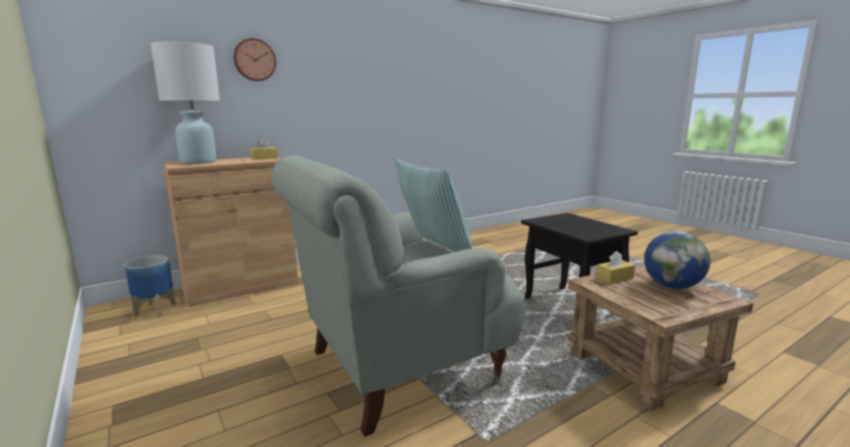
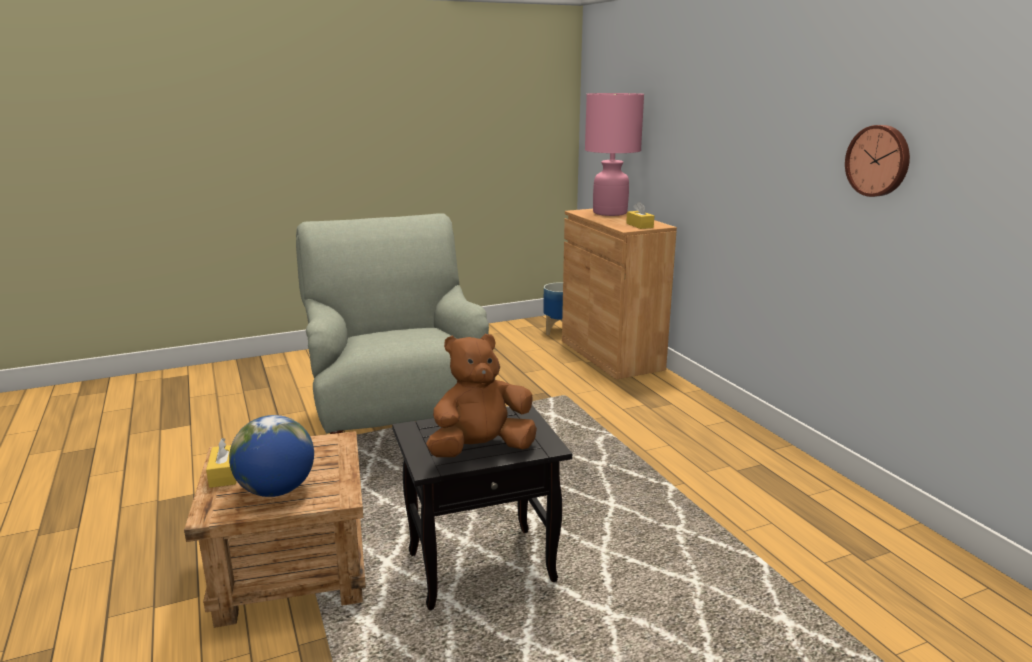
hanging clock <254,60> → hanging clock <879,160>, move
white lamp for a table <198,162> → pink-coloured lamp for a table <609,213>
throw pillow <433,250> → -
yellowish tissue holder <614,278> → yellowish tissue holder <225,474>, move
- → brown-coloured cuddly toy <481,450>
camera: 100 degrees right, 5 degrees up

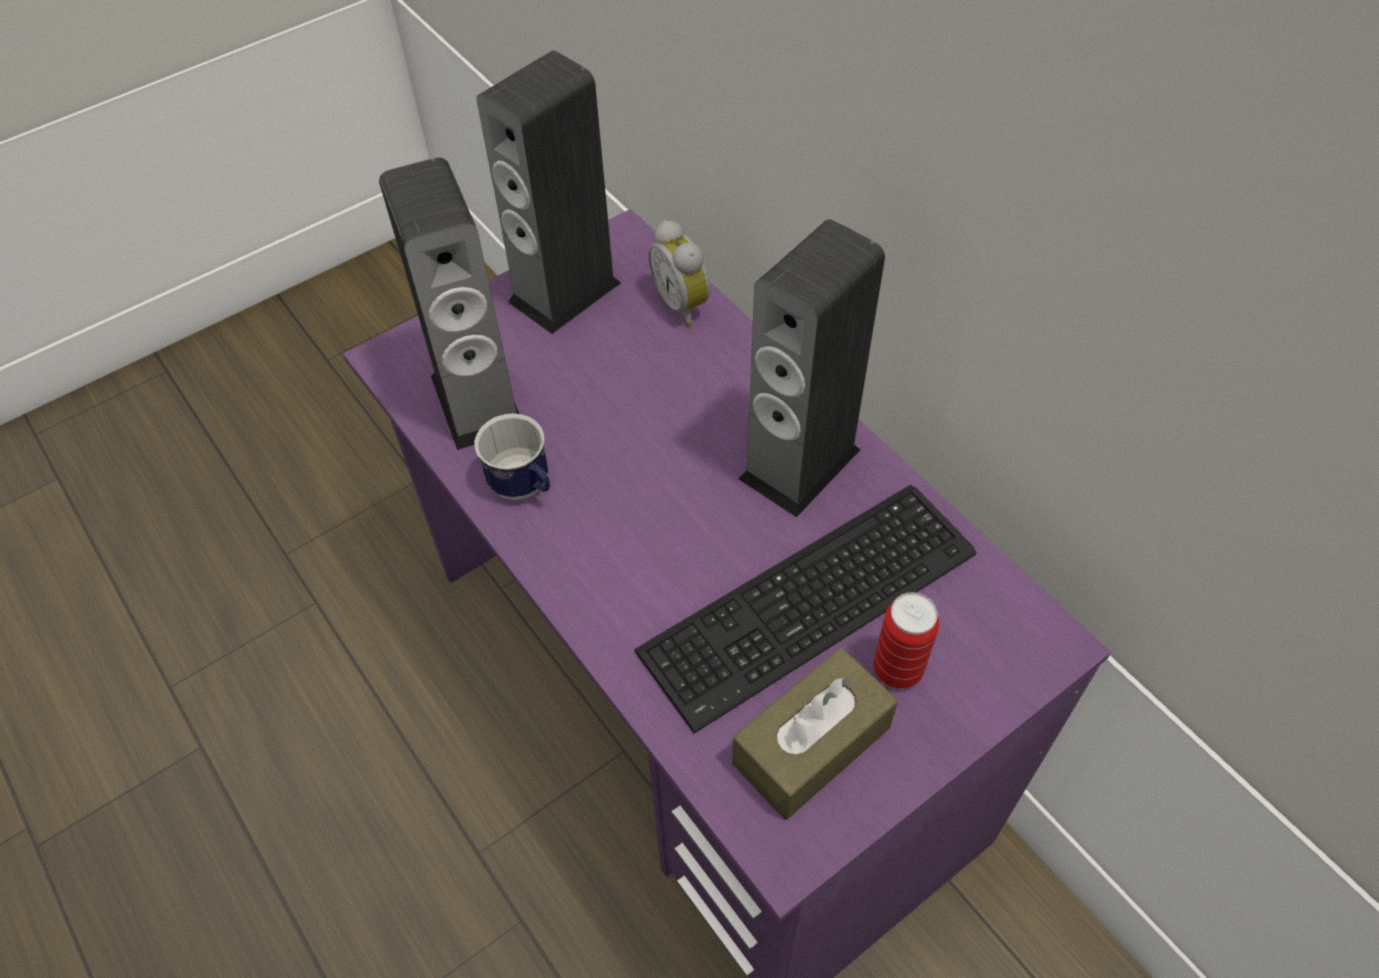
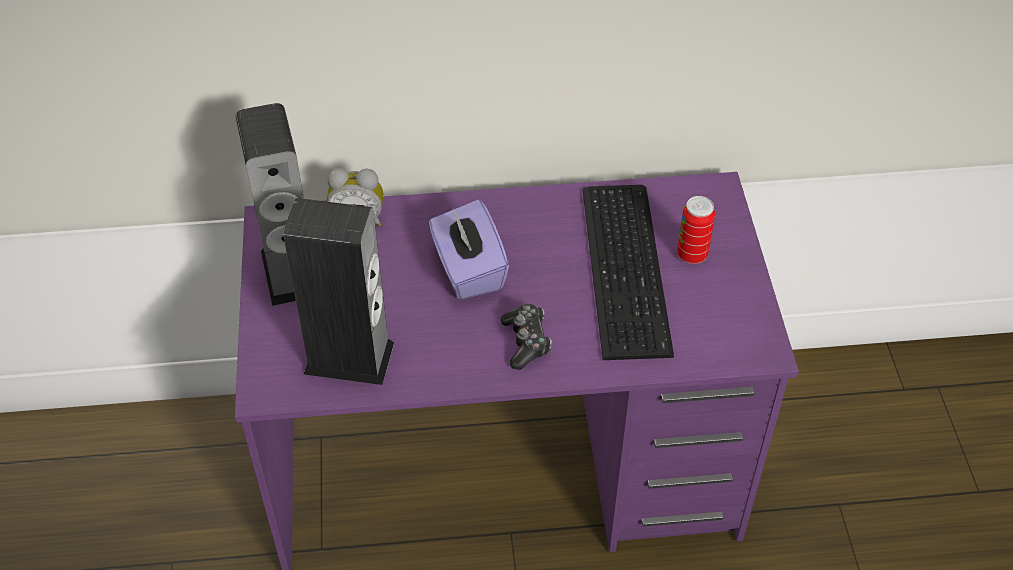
loudspeaker <799,464> → -
mug <525,488> → -
brown-coloured tissue holder <811,745> → -
- → purplish tissue holder <468,270>
- → game controller <526,342>
camera: 60 degrees left, 5 degrees down

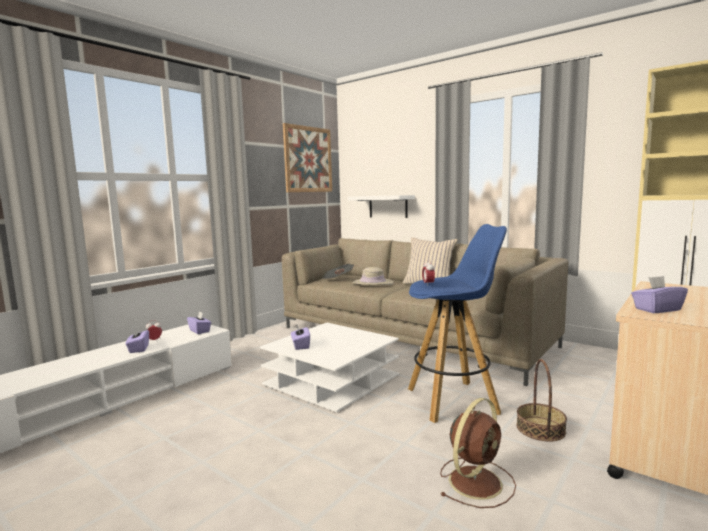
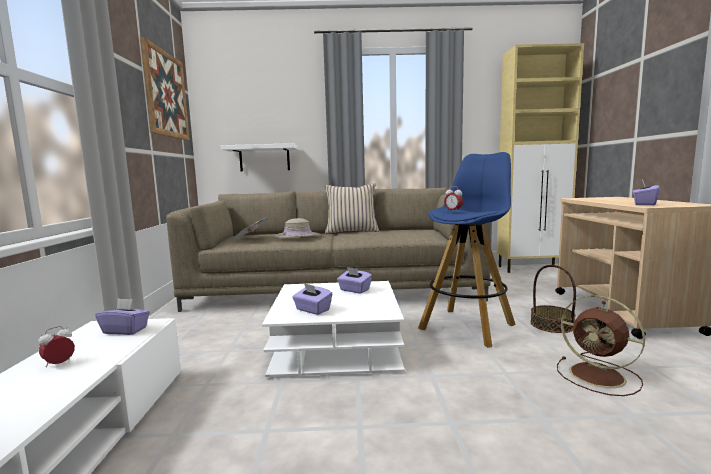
purplish tissue holder <138,349> → purplish tissue holder <354,290>, move
brown-coloured electric fan <476,481> → brown-coloured electric fan <599,376>, 135 degrees clockwise
camera: 40 degrees left, 0 degrees up

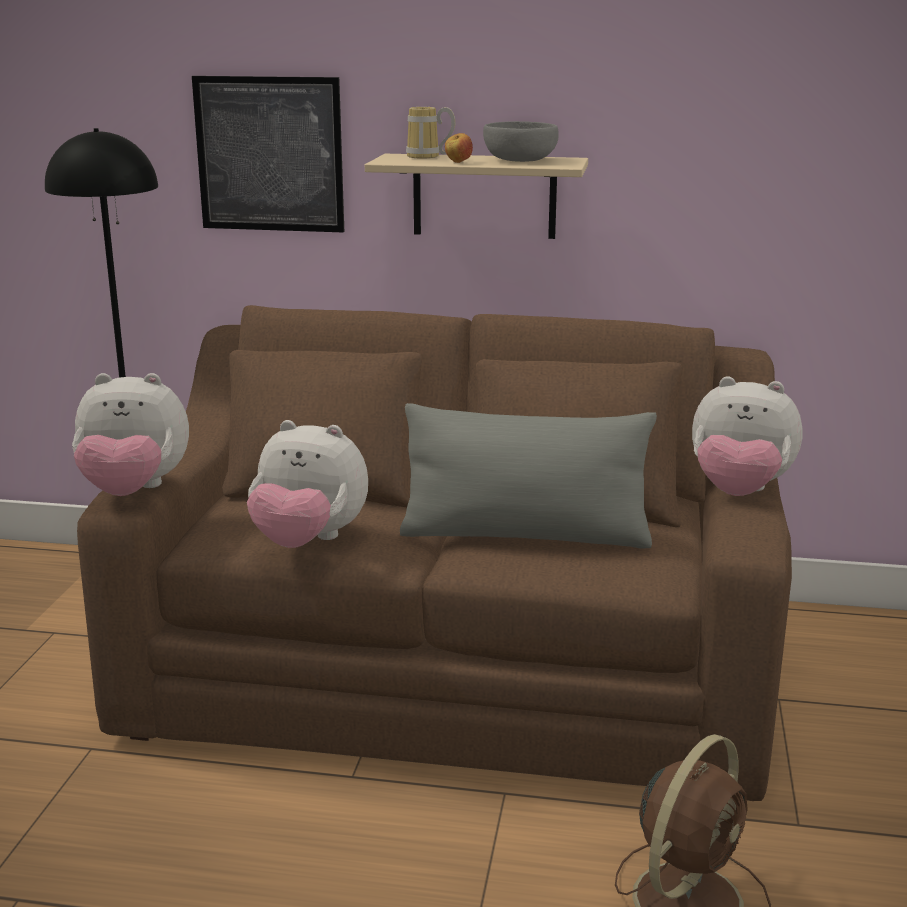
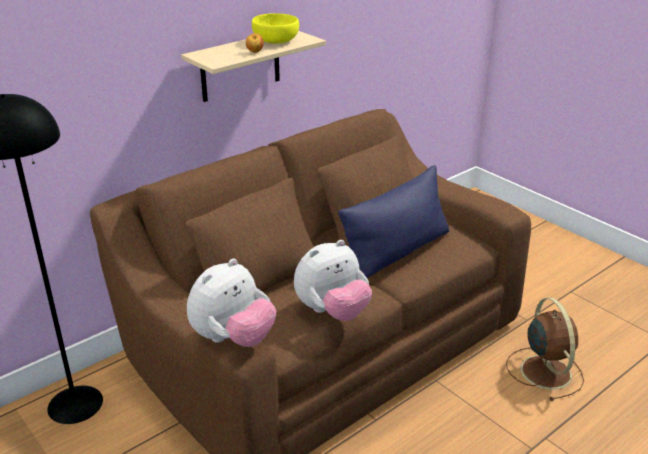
wall art <269,154> → -
mug <427,157> → -
gray serving bowl <519,160> → yellowish serving bowl <275,41>
cuddly toy <739,492> → -
gray throw pillow <525,535> → blue-coloured throw pillow <397,253>
camera: 50 degrees left, 10 degrees up

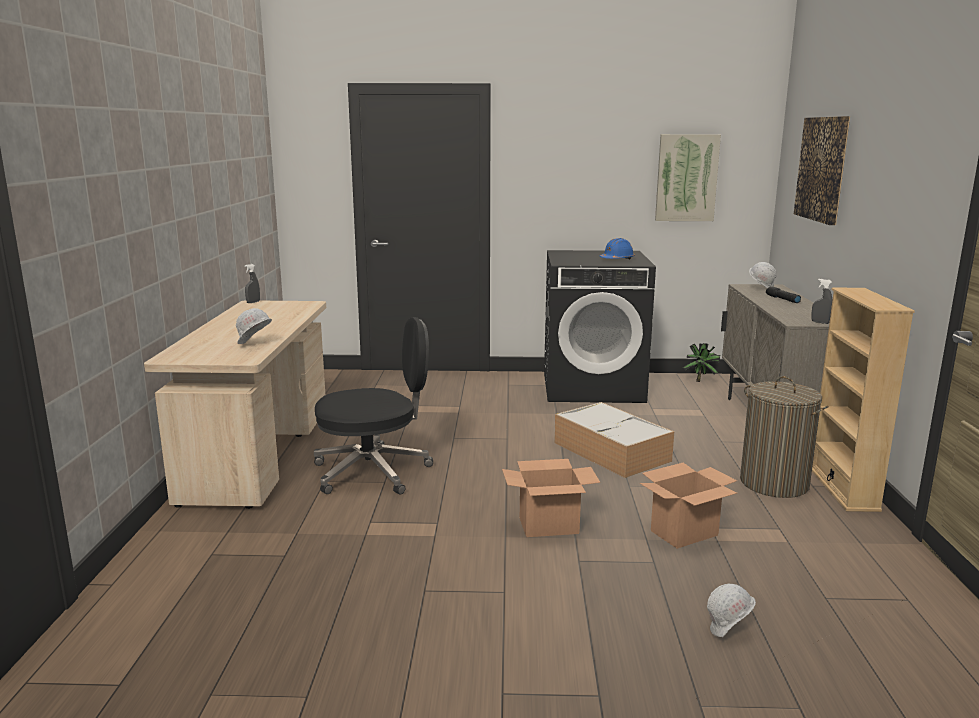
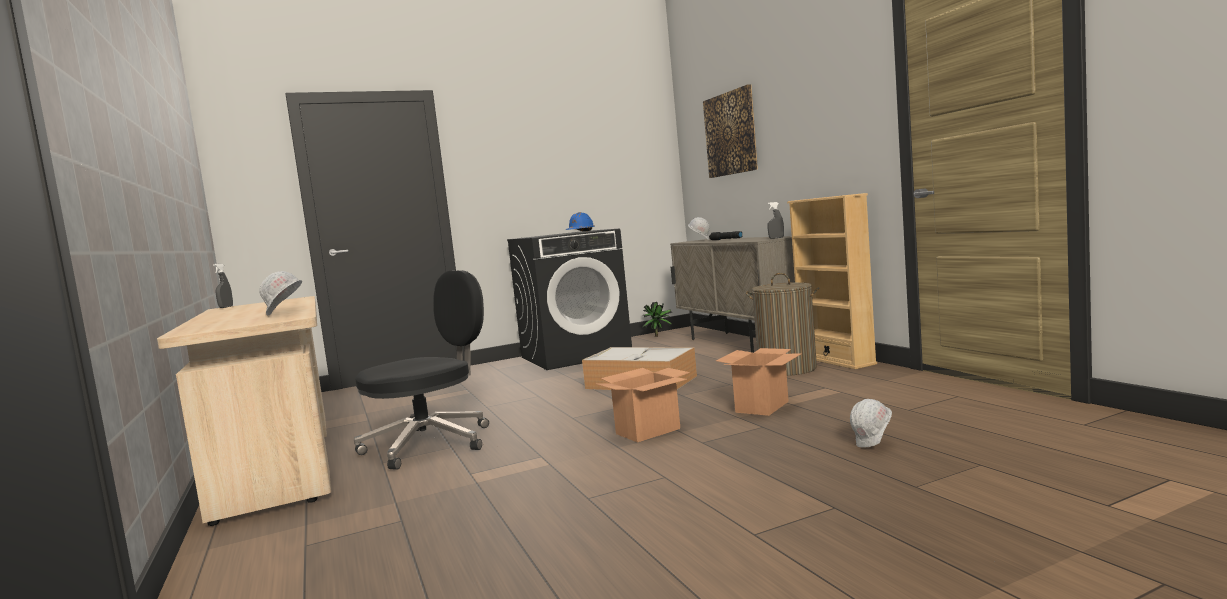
wall art <686,178> → -
camera: 25 degrees left, 10 degrees down

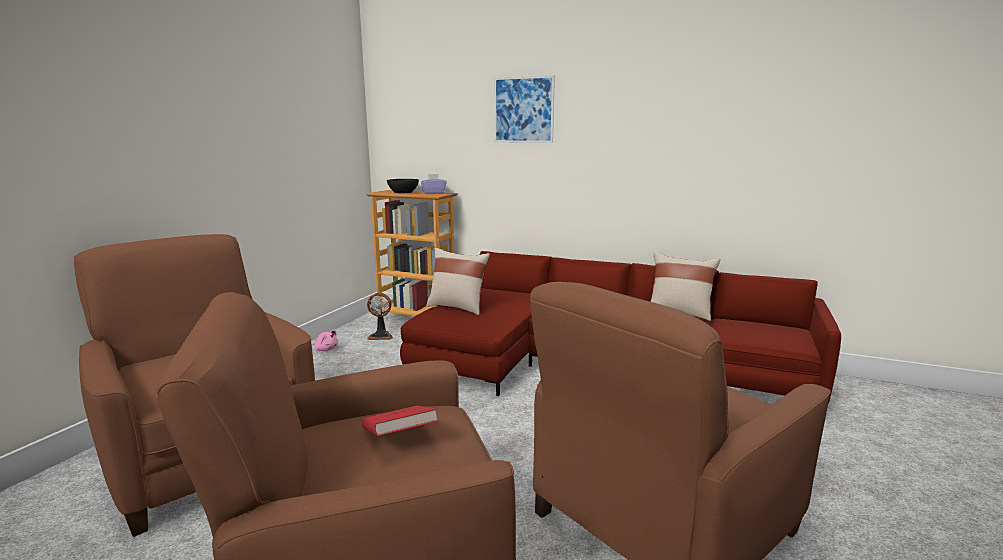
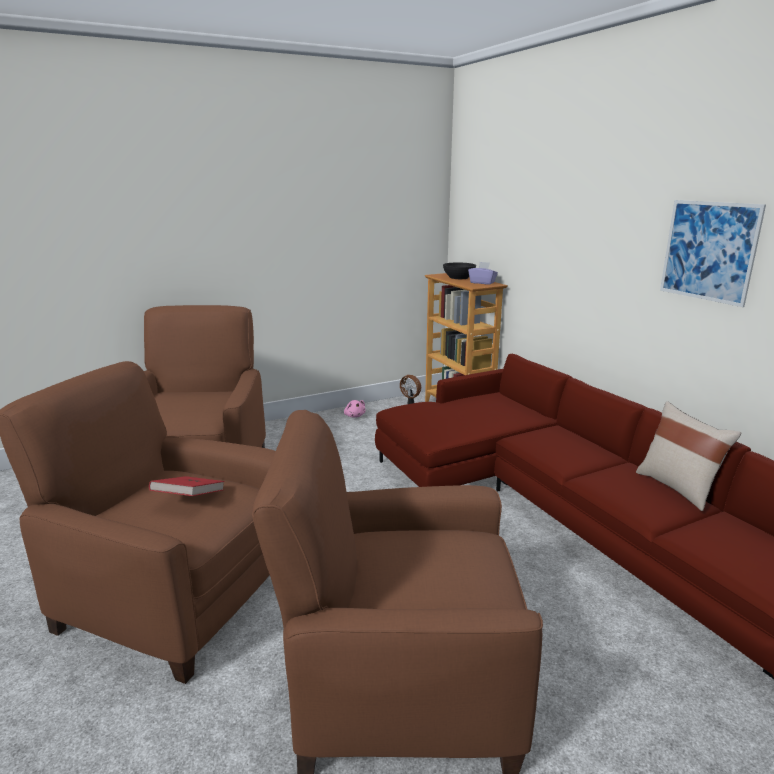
wall art <523,110> → wall art <708,251>, move
beige throw pillow <458,307> → -
camera: 40 degrees right, 5 degrees up

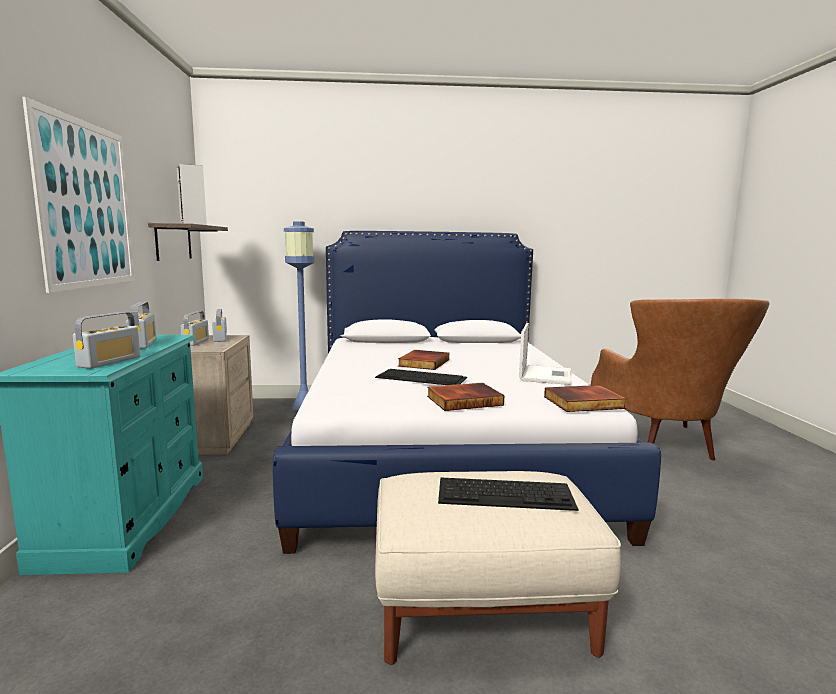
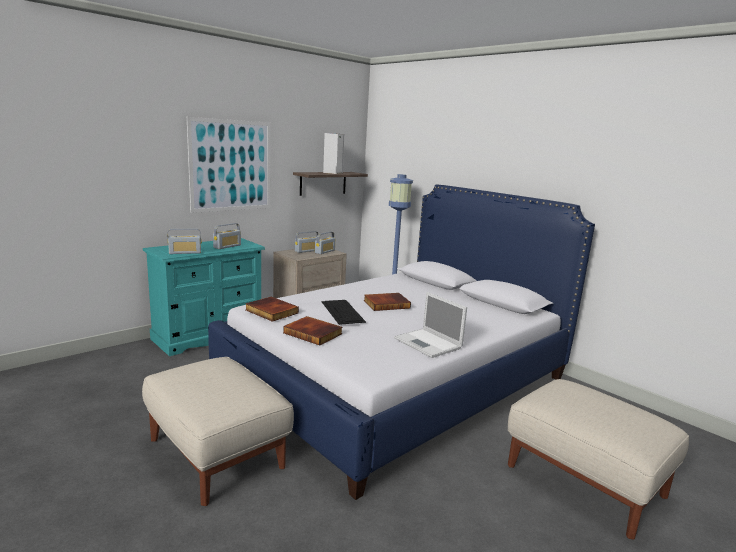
brown-coloured lounge chair <664,448> → beige ottoman <584,480>
laptop <545,375> → laptop <428,343>, 75 degrees clockwise
book <584,403> → book <270,311>, move
computer keyboard <506,493> → -
camera: 50 degrees right, 5 degrees up

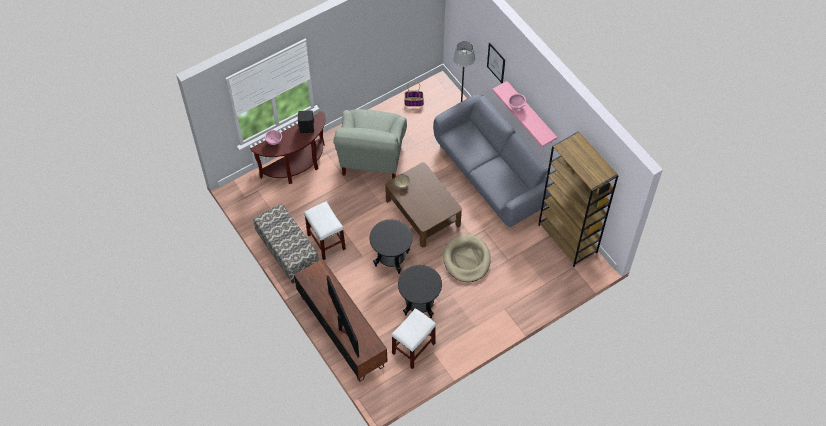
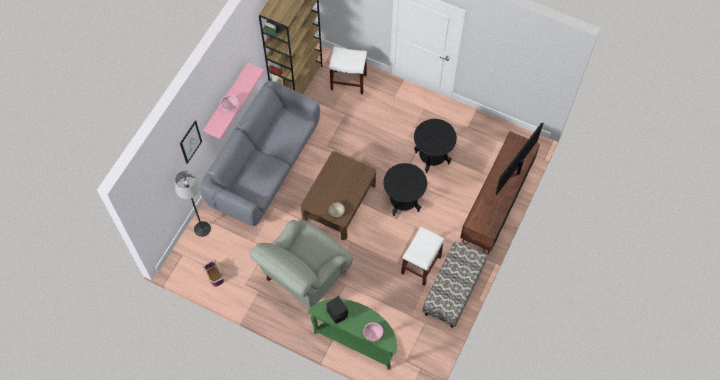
gray lounge chair <372,158> → gray lounge chair <305,277>, 150 degrees clockwise
brown-coloured hall table <297,167> → green hall table <356,340>
beige dog bed <466,259> → -
white sitting stool <413,349> → white sitting stool <349,82>, move
camera: 120 degrees left, 5 degrees up

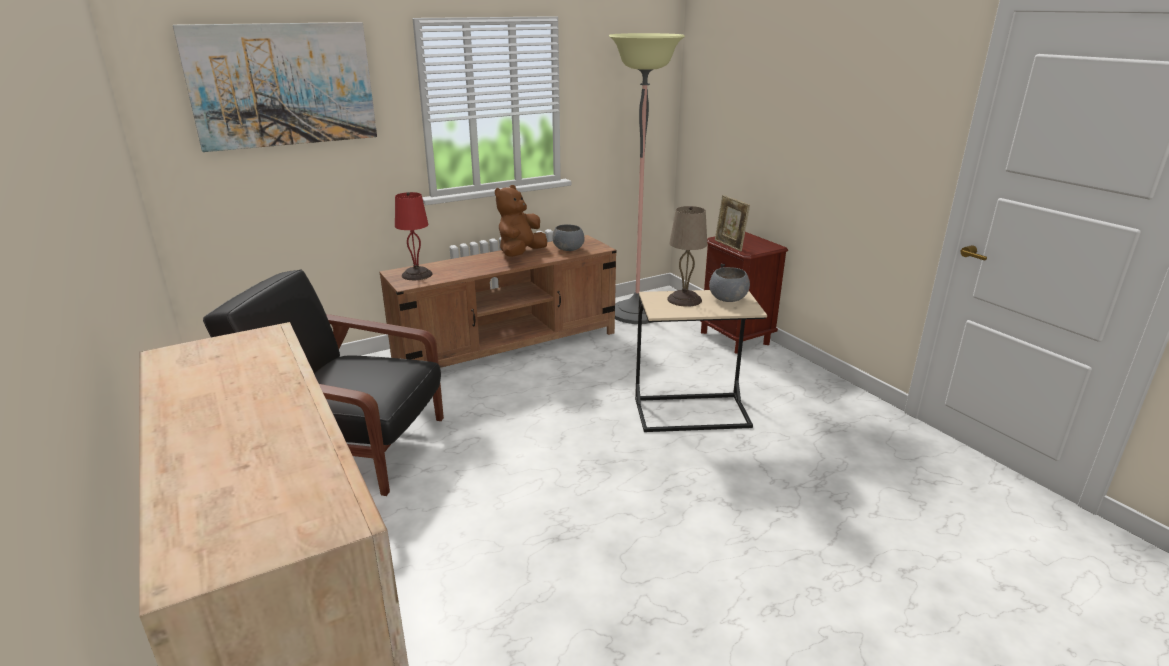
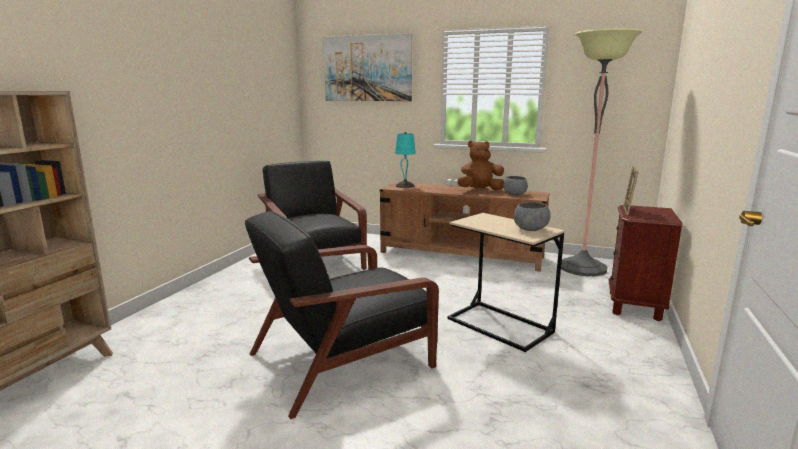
reddish lamp for a table <416,275> → turquoise lamp for a table <404,186>
beige lamp for a table <684,299> → -
- → black-coloured lounge chair <344,359>
camera: 50 degrees right, 10 degrees down

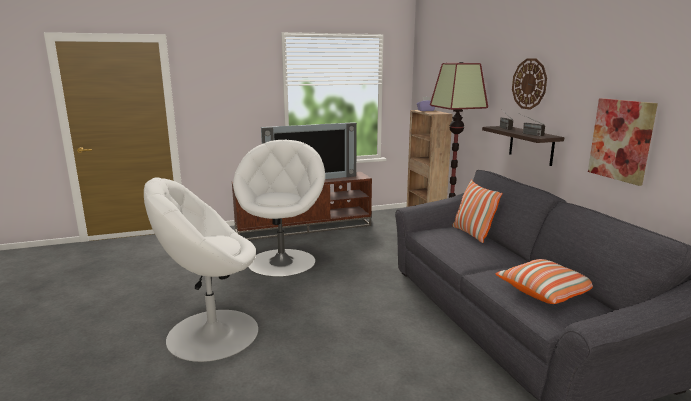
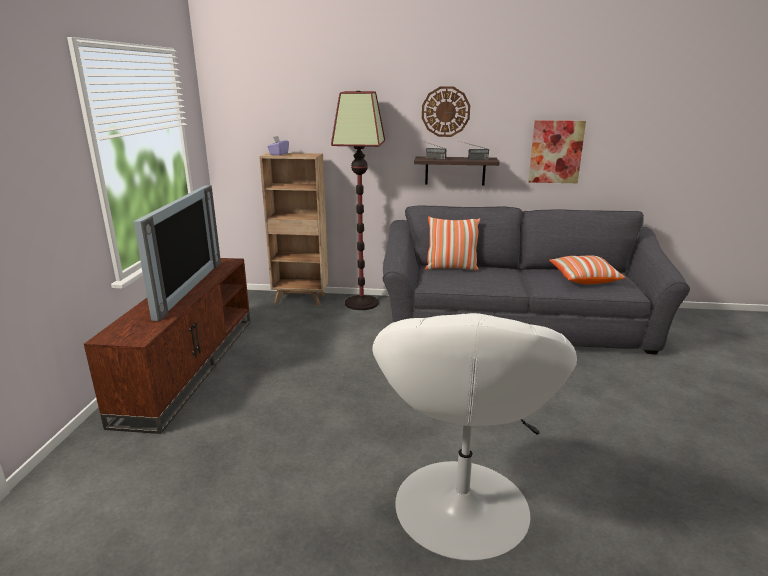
white lounge chair <282,261> → -
camera: 65 degrees left, 5 degrees up

